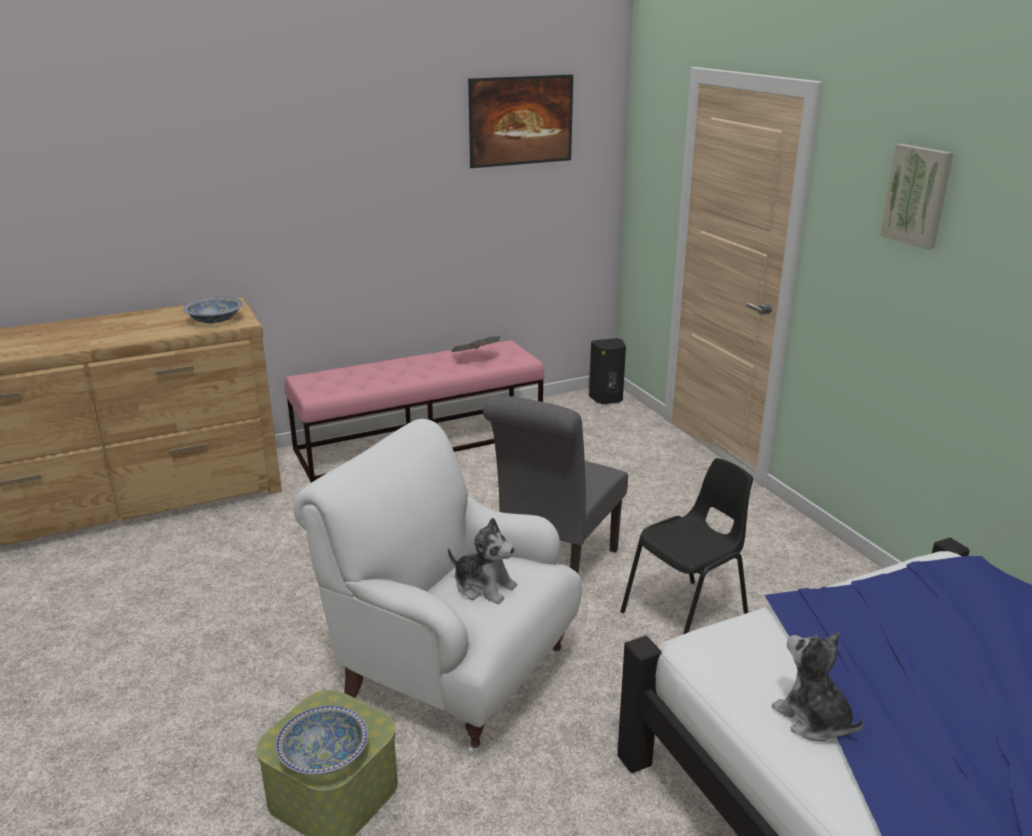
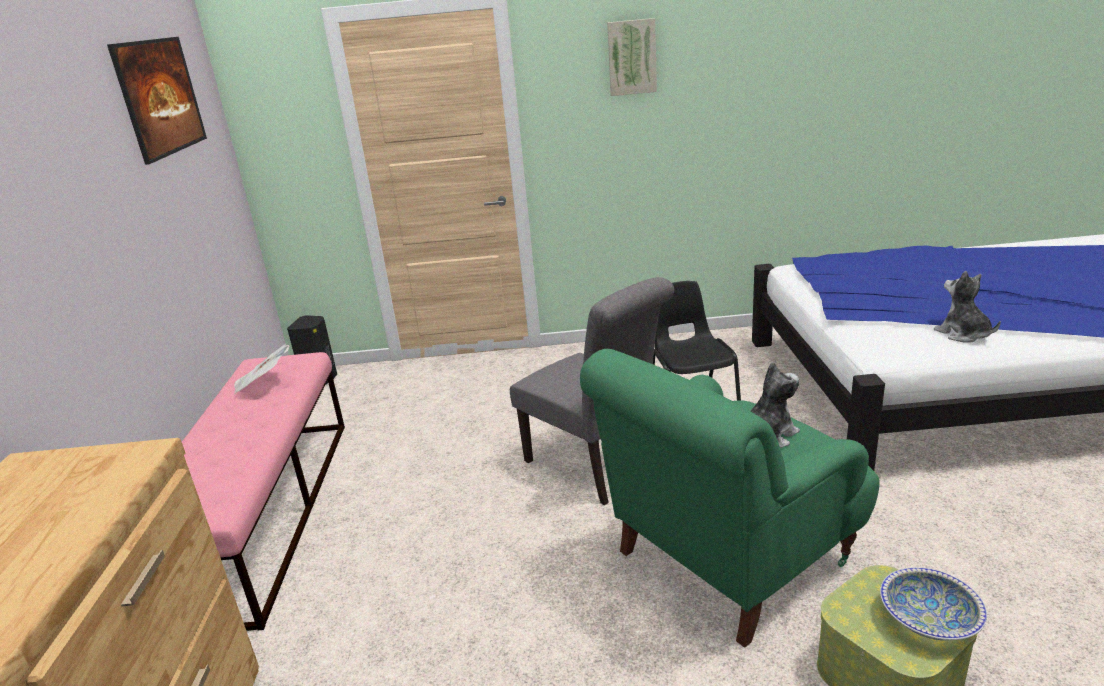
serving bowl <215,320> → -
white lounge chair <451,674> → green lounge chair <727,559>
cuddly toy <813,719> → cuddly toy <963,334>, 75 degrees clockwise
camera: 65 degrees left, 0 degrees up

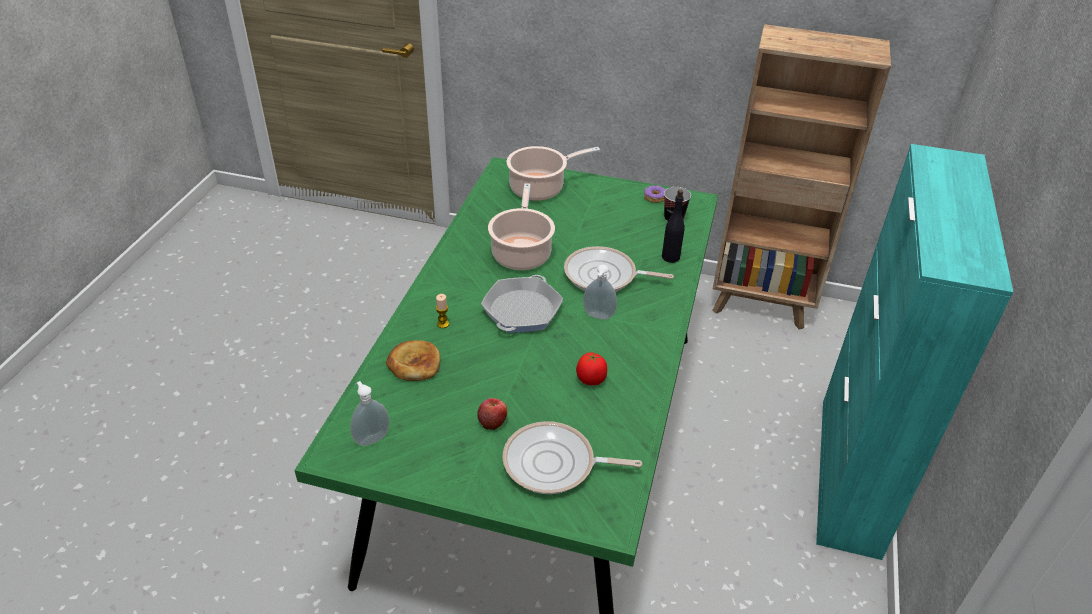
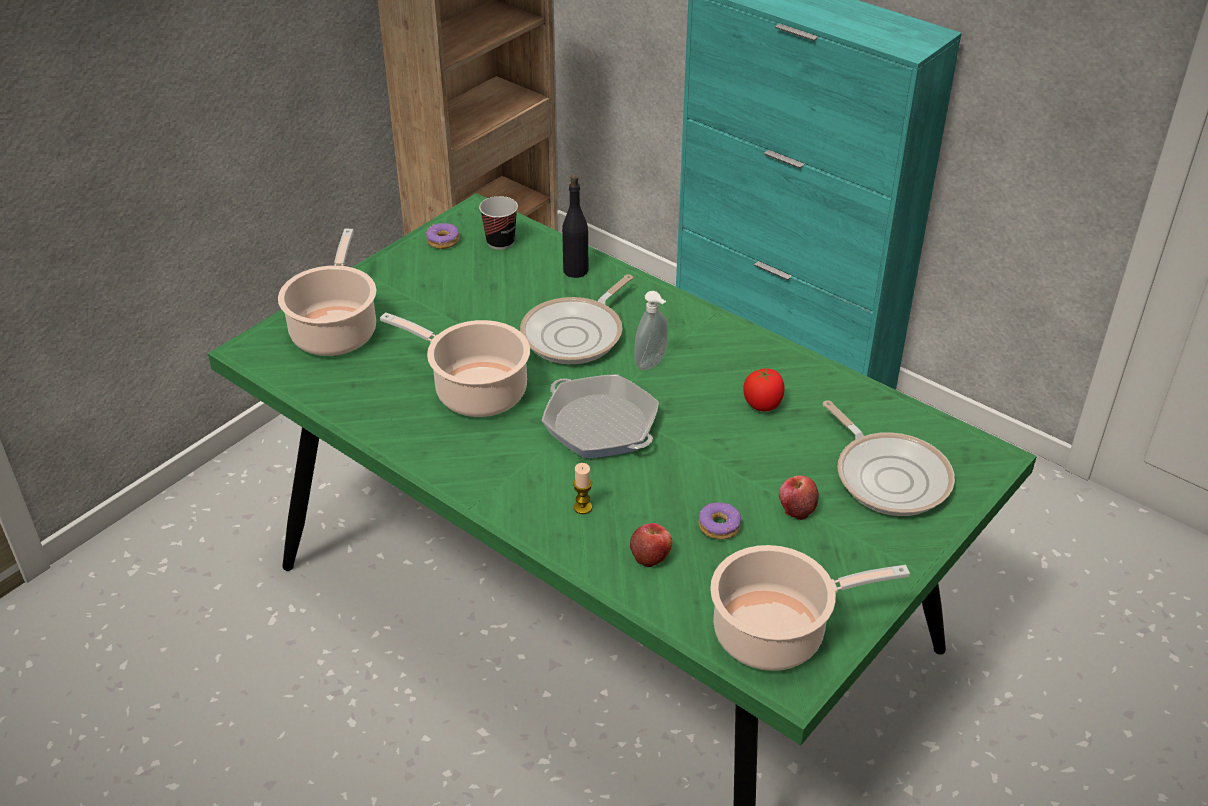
bakery bread <414,364> → apple fruit <650,556>
soap dispenser <371,438> → cooking pot <776,632>
skillet <554,464> → skillet <889,476>, 60 degrees counterclockwise
- → ring doughnut <719,526>
camera: 65 degrees left, 0 degrees up

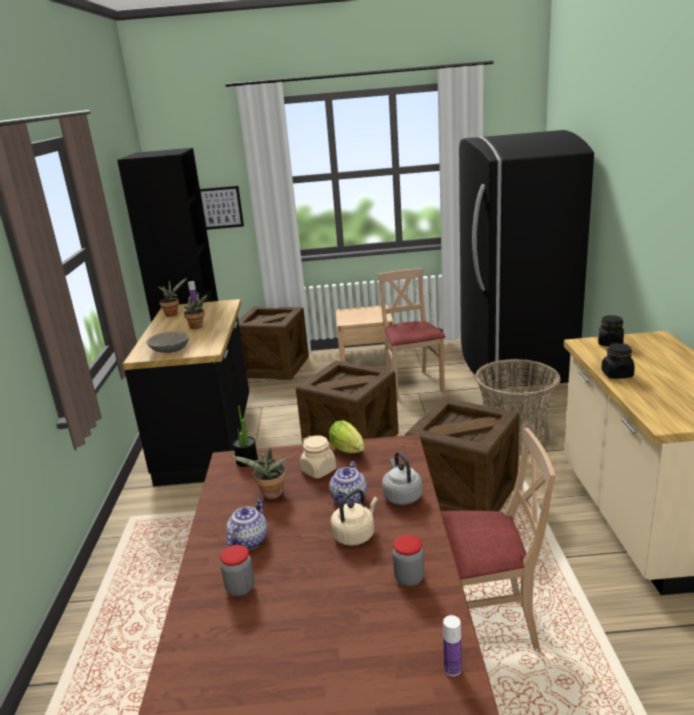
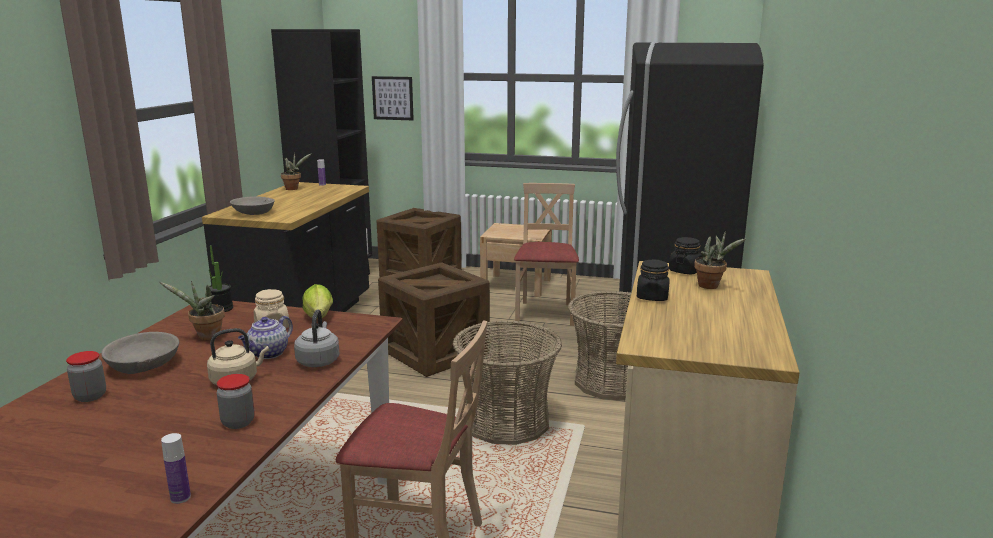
plant in a pot <198,327> → plant in a pot <711,286>, move
shipping crate <463,494> → storage basket <507,423>
teapot <249,540> → gray serving bowl <144,365>
camera: 15 degrees right, 5 degrees down

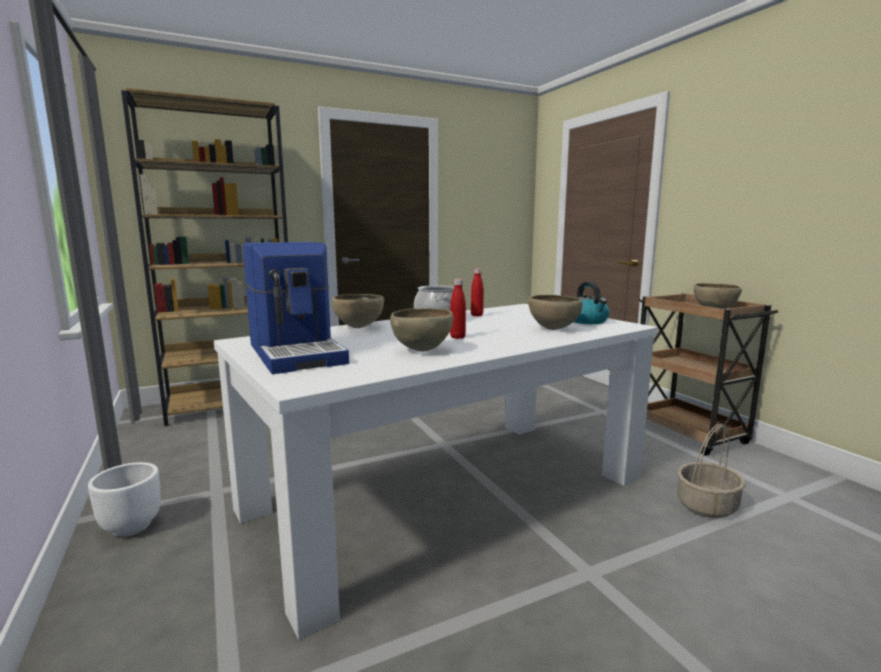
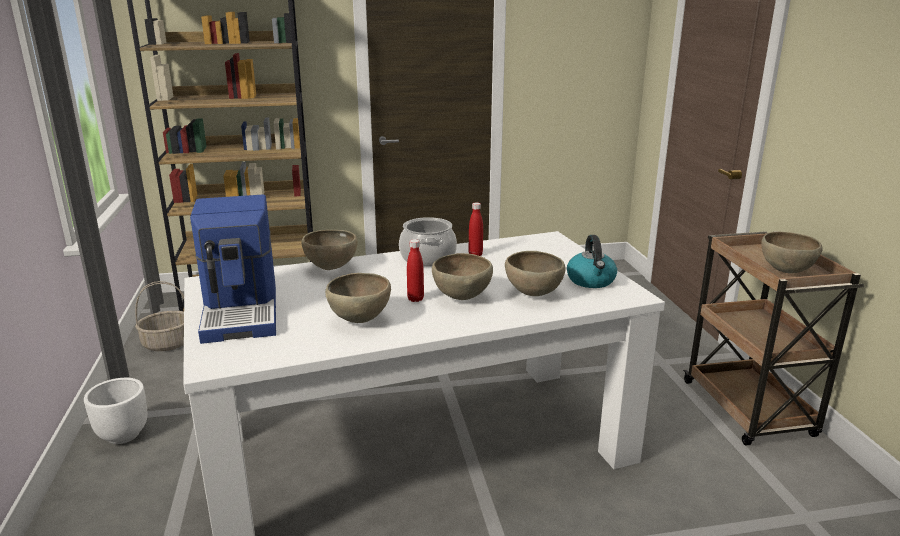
storage basket <706,505> → storage basket <168,343>, move
- → brown-coloured serving bowl <462,297>
camera: 15 degrees right, 10 degrees up

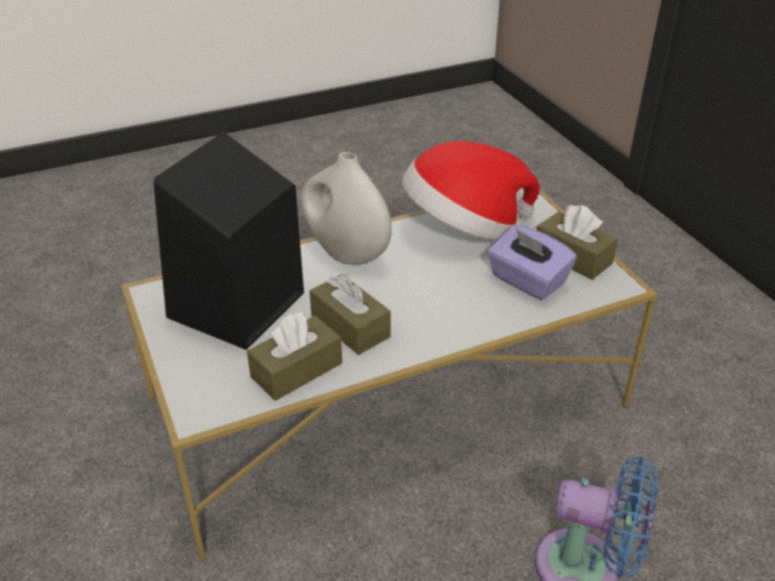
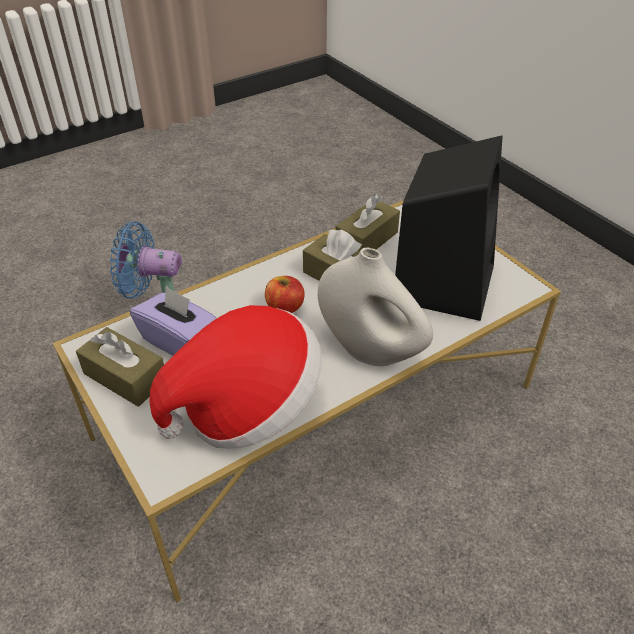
- → apple fruit <285,307>
camera: 170 degrees right, 5 degrees up

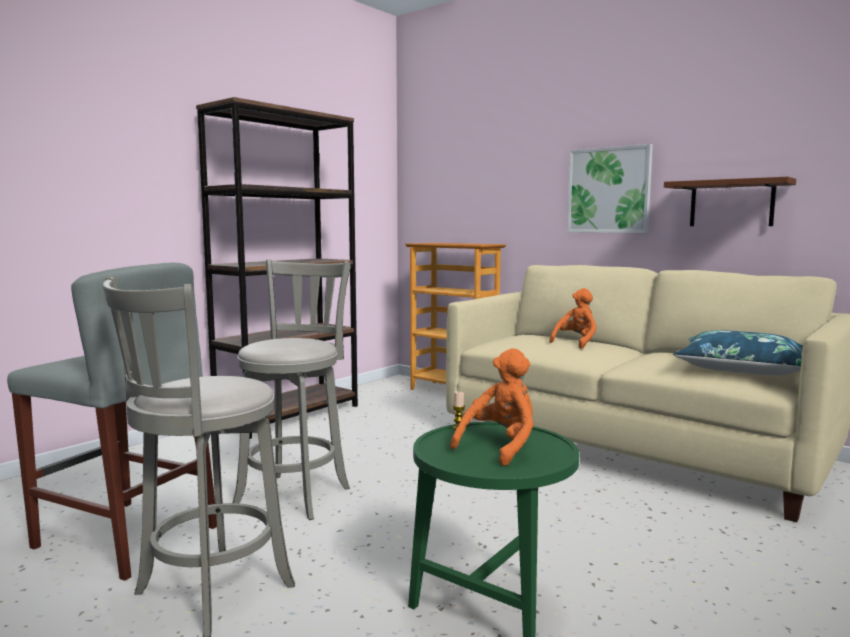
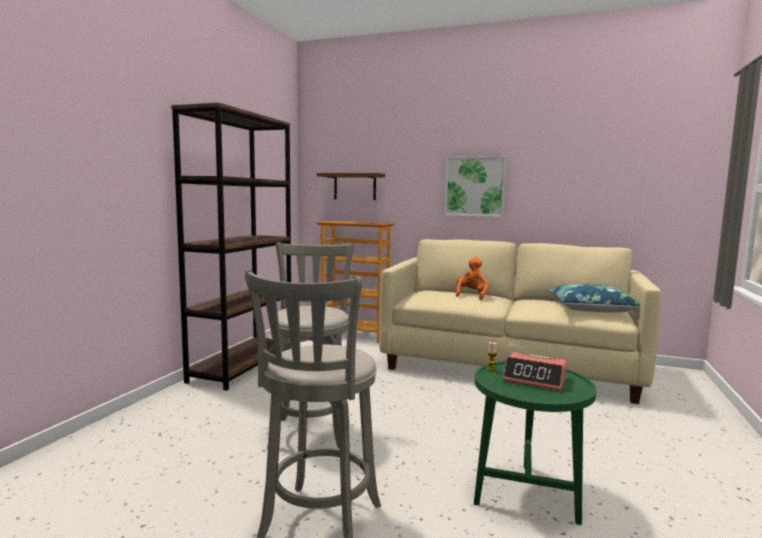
brown-coloured shelf <731,203> → brown-coloured shelf <355,186>, move
gray sitting stool <126,537> → -
orange-coloured cuddly toy <500,446> → table clock <535,379>
camera: 20 degrees left, 0 degrees up

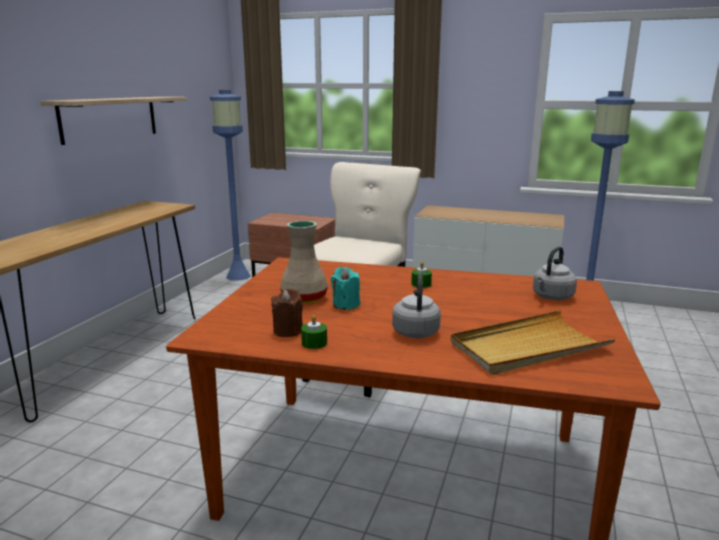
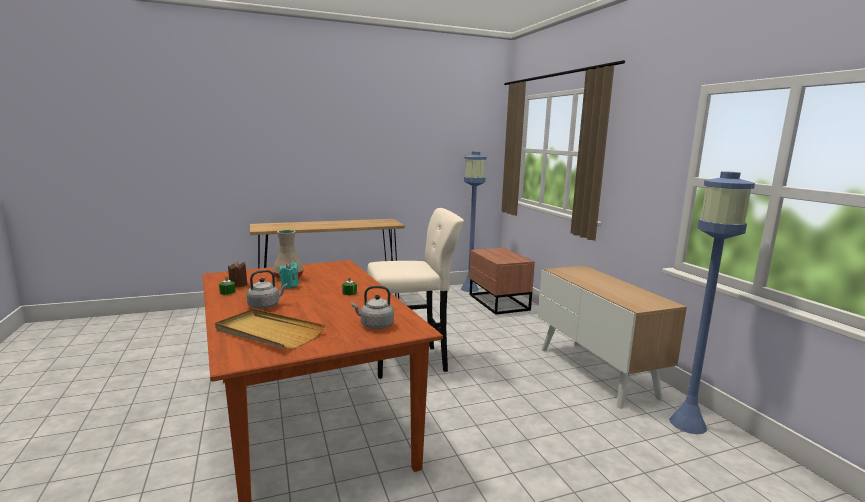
shelf <110,118> → -
camera: 50 degrees right, 5 degrees down

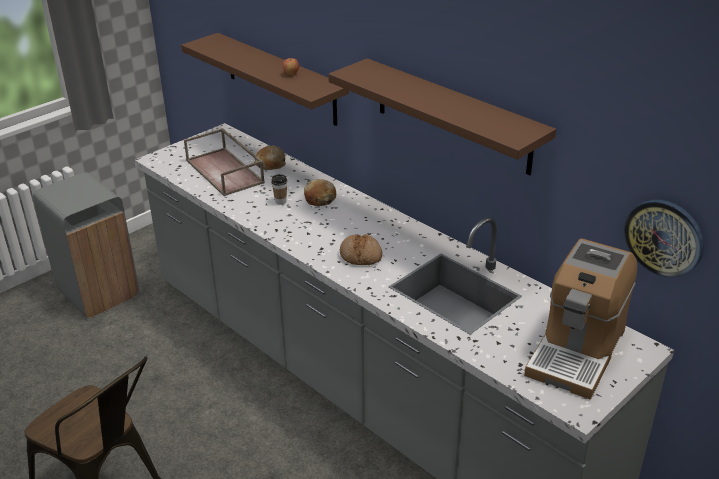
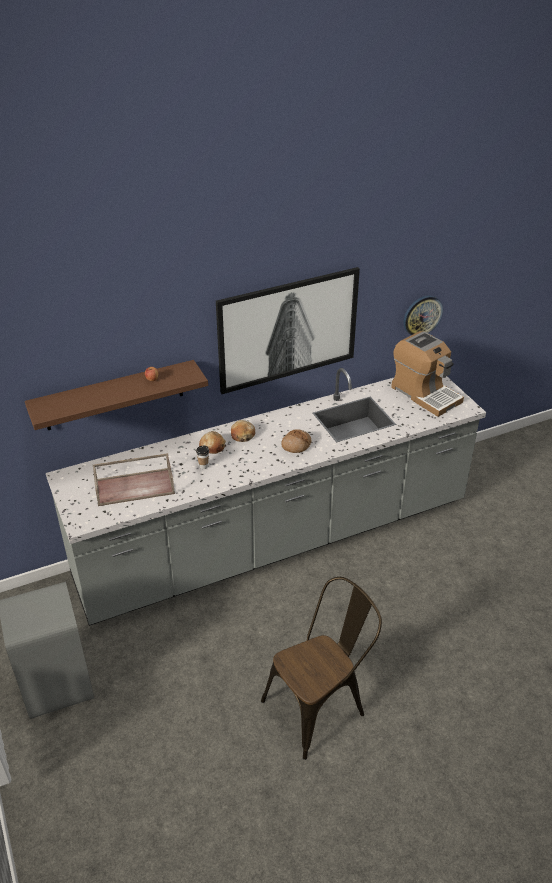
brown-coloured shelf <452,116> → wall art <287,329>
bakery bread <270,164> → bakery bread <242,435>, move
camera: 70 degrees left, 5 degrees up

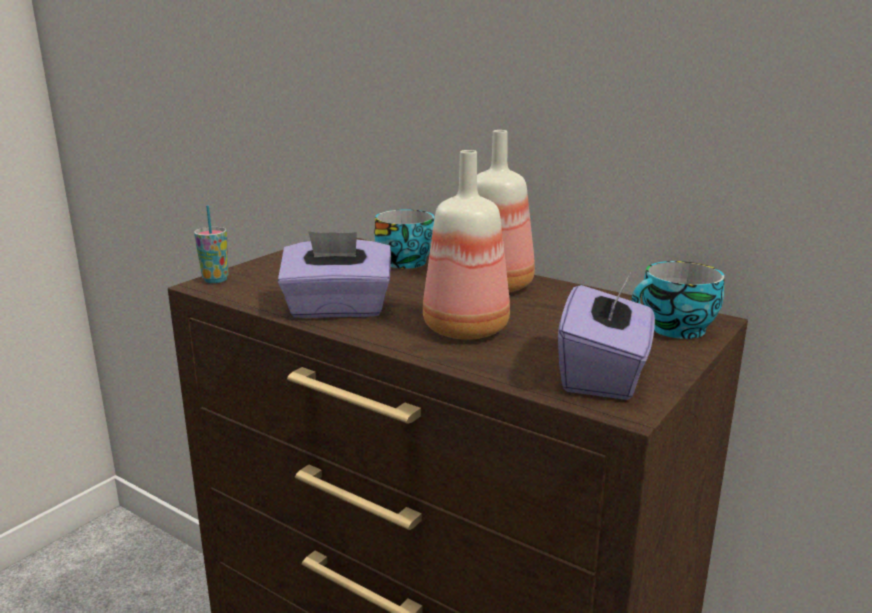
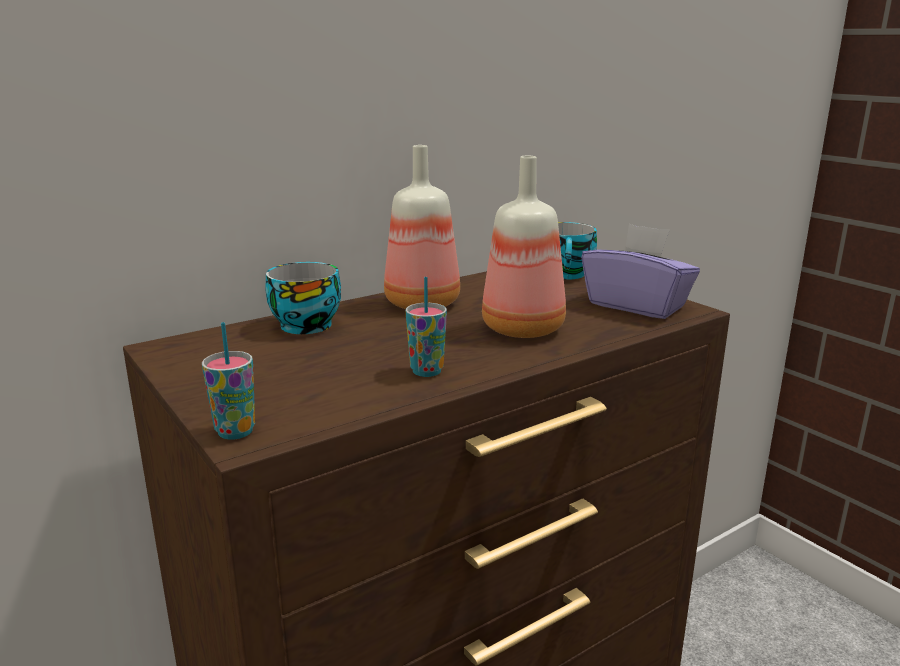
purplish tissue holder <337,309> → cup <426,371>
camera: 70 degrees left, 0 degrees up

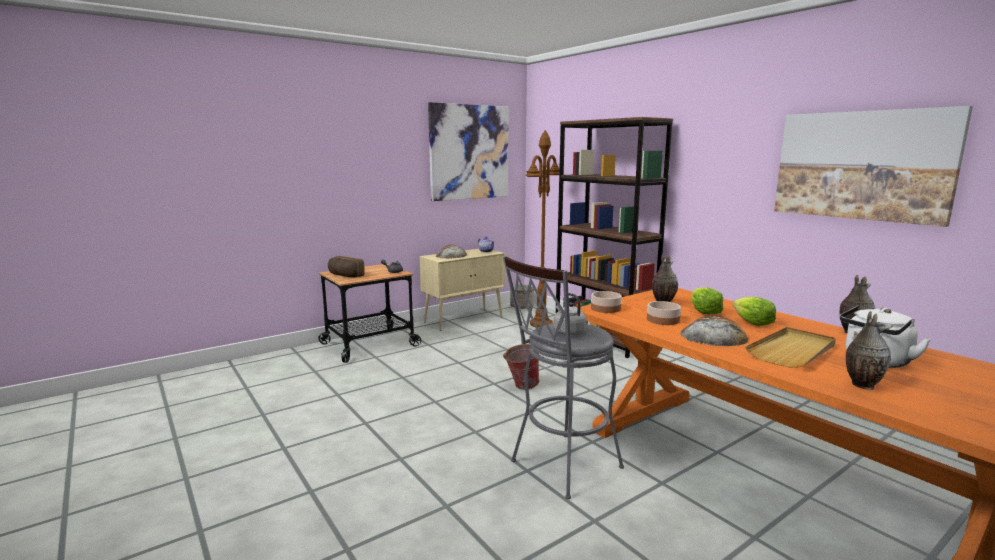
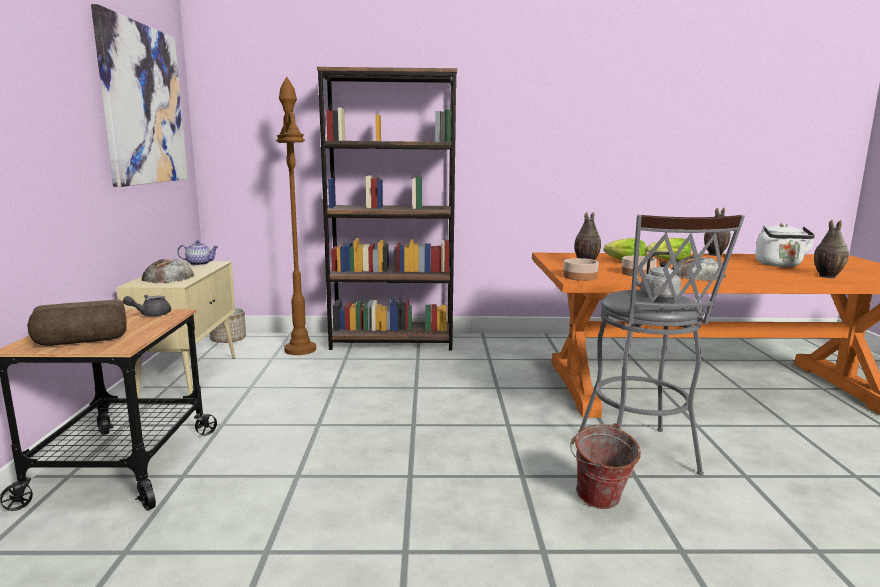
wall art <862,165> → -
beige tray <792,351> → -
pail <521,386> → pail <599,503>, move
camera: 55 degrees left, 0 degrees up

